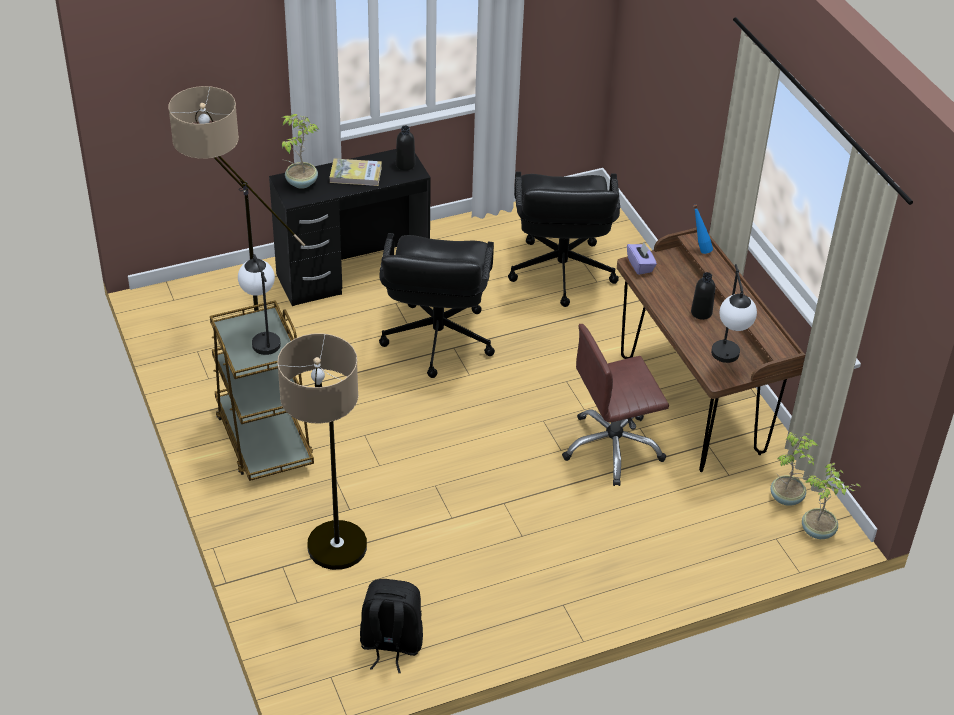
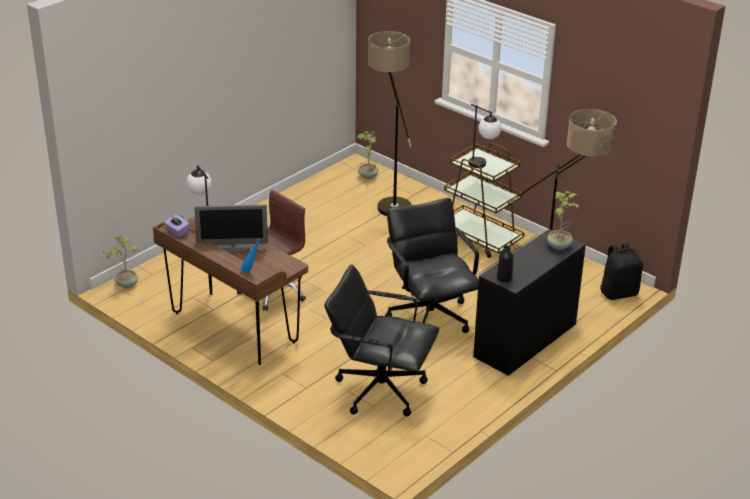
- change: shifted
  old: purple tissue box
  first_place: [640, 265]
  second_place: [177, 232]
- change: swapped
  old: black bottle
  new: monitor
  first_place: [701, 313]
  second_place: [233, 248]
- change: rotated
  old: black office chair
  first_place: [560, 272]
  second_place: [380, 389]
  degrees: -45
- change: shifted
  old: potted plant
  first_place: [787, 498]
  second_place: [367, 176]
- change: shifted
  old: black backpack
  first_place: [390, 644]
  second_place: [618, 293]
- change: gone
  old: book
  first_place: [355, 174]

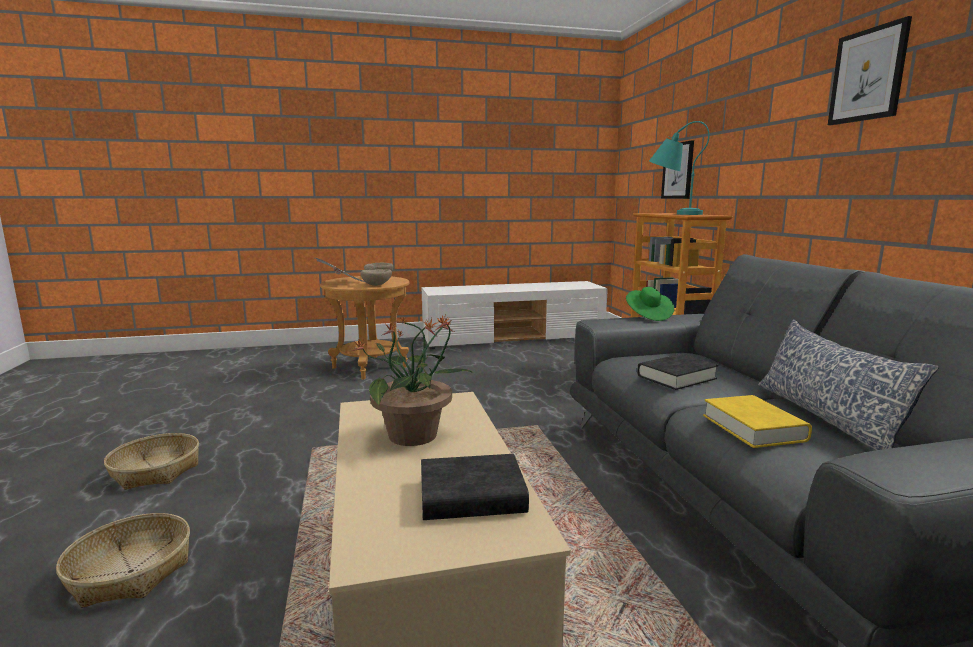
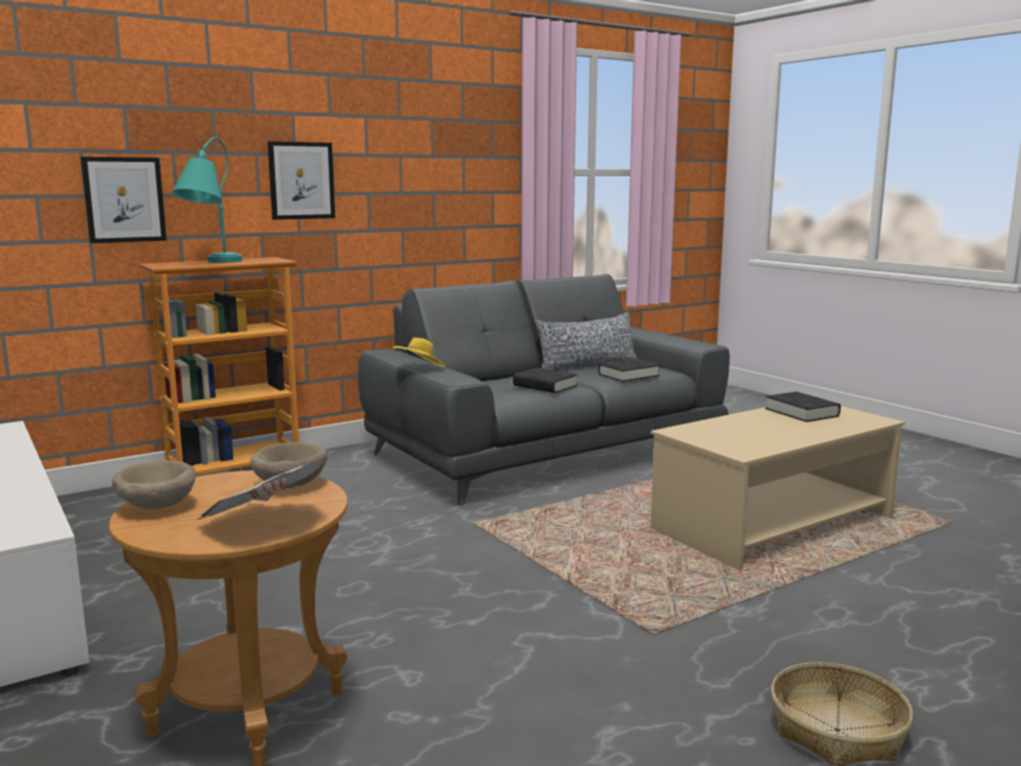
- change: shifted
  old: picture
  first_place: [868, 75]
  second_place: [301, 180]
- change: repainted
  old: green hat
  new: yellow hat
  first_place: [648, 316]
  second_place: [420, 368]
- change: repainted
  old: yellow book
  new: black book
  first_place: [753, 428]
  second_place: [628, 375]
- change: gone
  old: basket
  first_place: [130, 571]
- change: gone
  old: potted plant
  first_place: [414, 435]

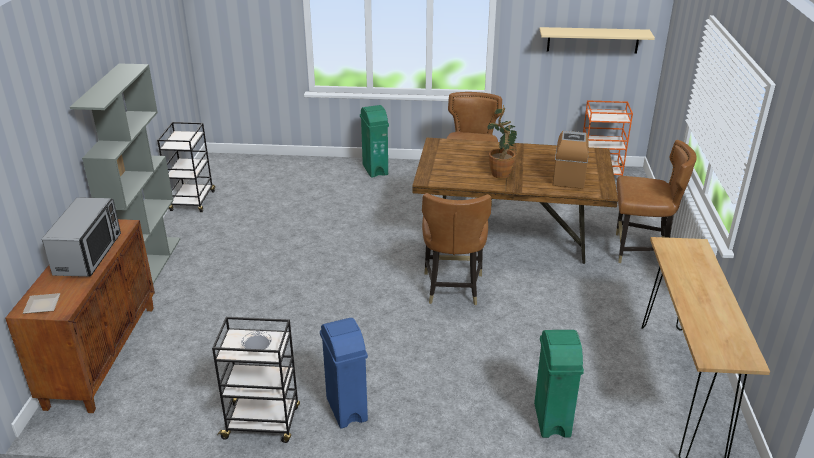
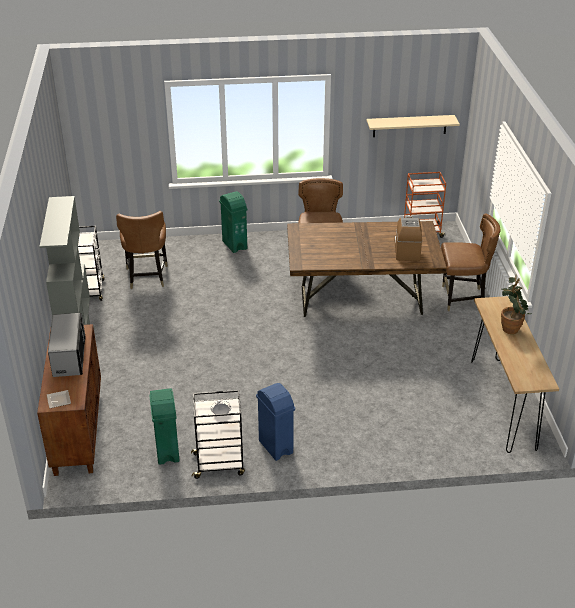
- change: shifted
  old: brown chair
  first_place: [452, 288]
  second_place: [146, 277]
- change: shifted
  old: green trash can
  first_place: [552, 420]
  second_place: [167, 452]
- change: shifted
  old: potted plant
  first_place: [502, 172]
  second_place: [511, 327]

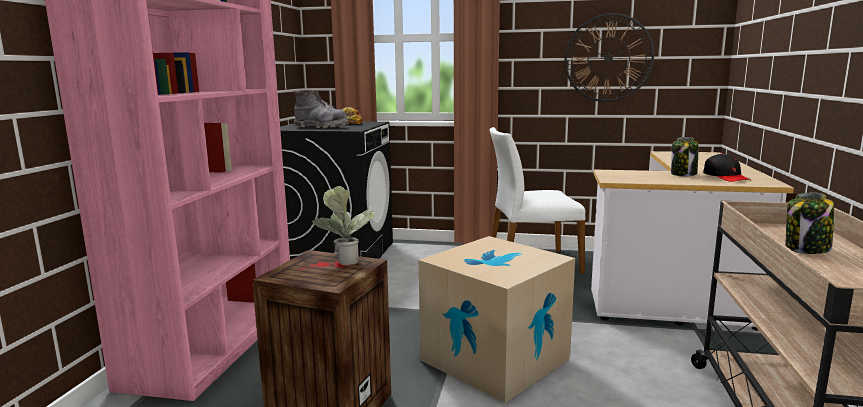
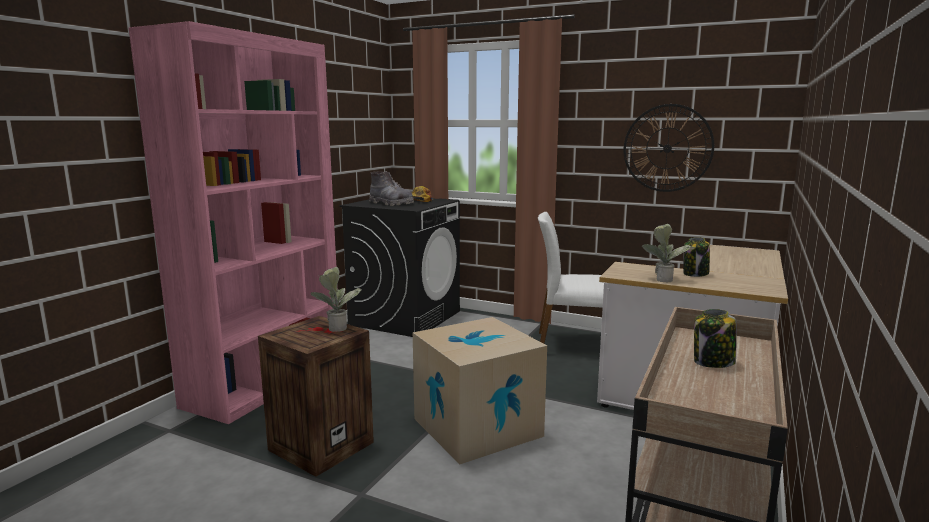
- change: new
  new: potted plant
  second_place: [662, 279]
- change: gone
  old: black cap
  first_place: [726, 177]

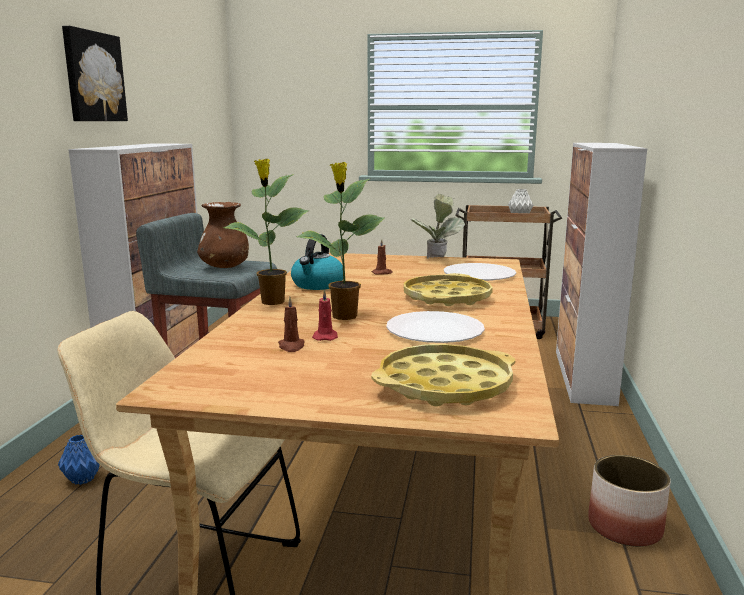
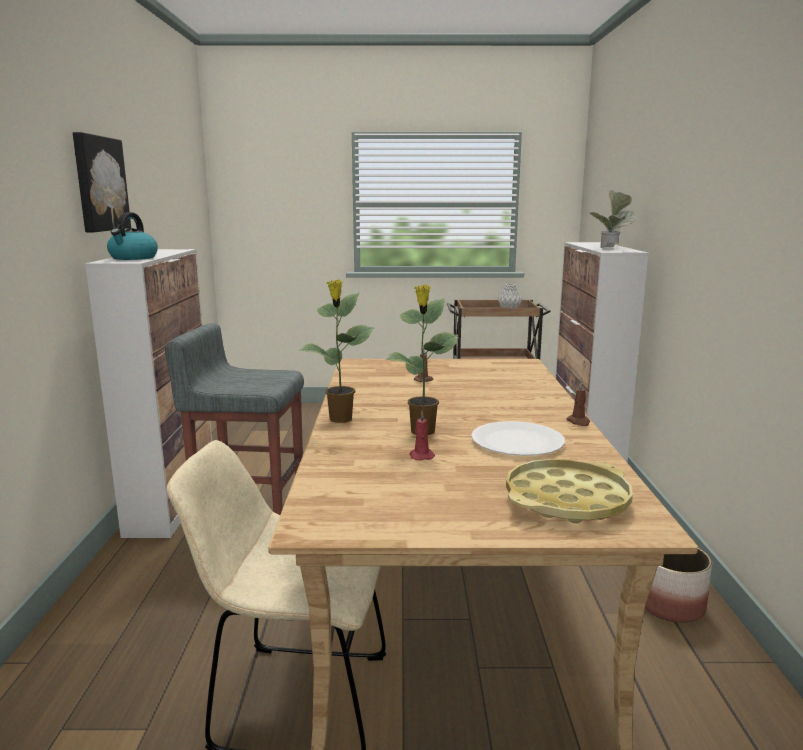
- change: shifted
  old: kettle
  first_place: [317, 285]
  second_place: [133, 258]
- change: shifted
  old: brown candle
  first_place: [291, 347]
  second_place: [578, 422]
- change: shifted
  old: potted plant
  first_place: [437, 260]
  second_place: [611, 248]
- change: gone
  old: blue vase
  first_place: [82, 479]
- change: gone
  old: brown vase
  first_place: [225, 267]
- change: gone
  old: yellow tray
  first_place: [446, 298]
- change: gone
  old: white plate
  first_place: [479, 274]

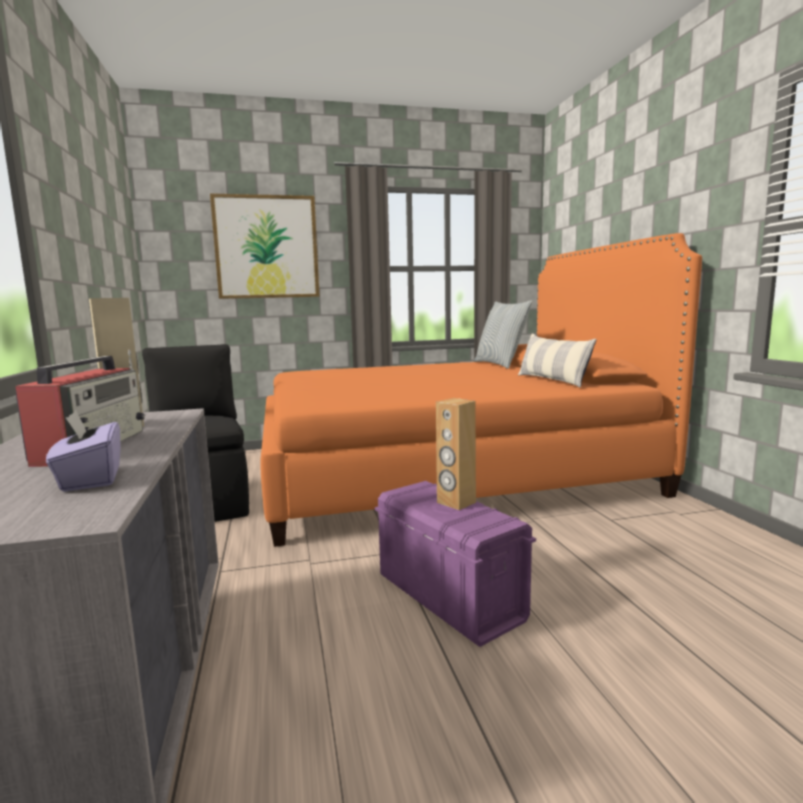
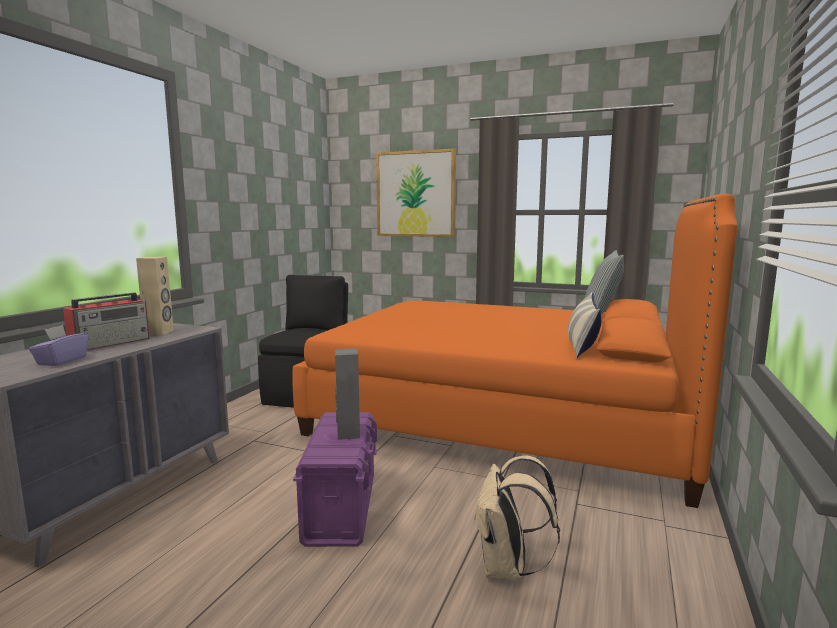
- change: repainted
  old: brown speaker
  new: grey speaker
  first_place: [456, 503]
  second_place: [348, 434]
- change: new
  new: beige backpack
  second_place: [508, 568]

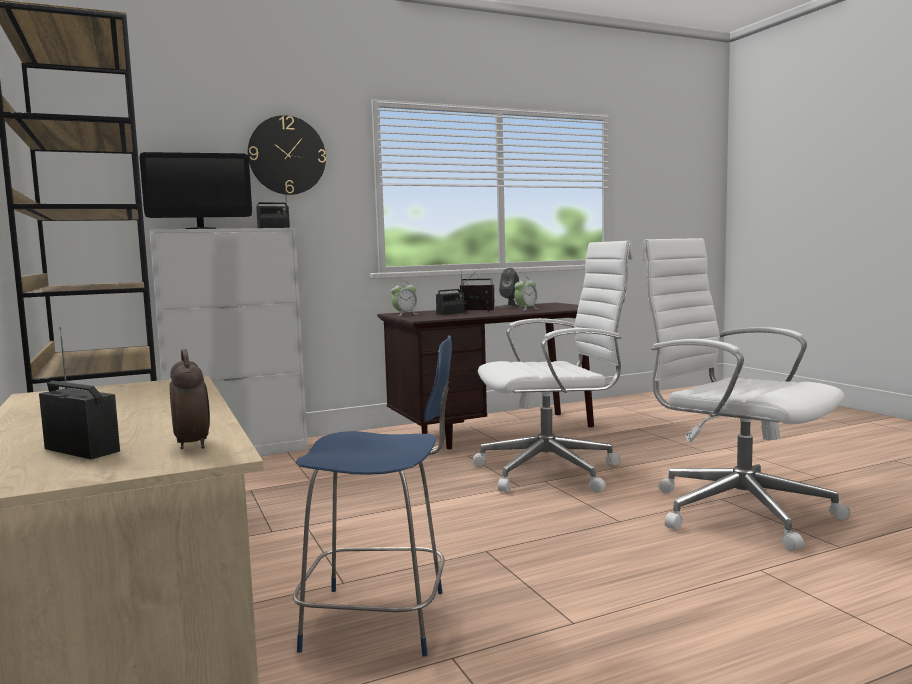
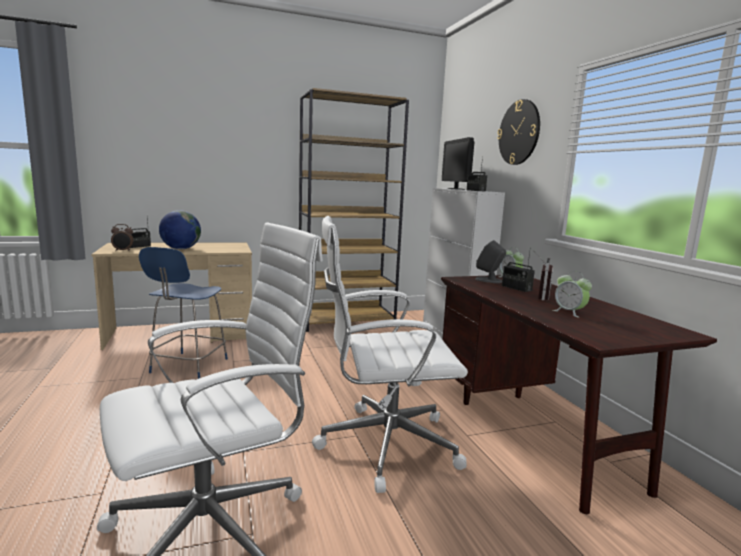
- change: new
  new: globe
  second_place: [180, 249]
- change: rotated
  old: white office chair
  first_place: [553, 471]
  second_place: [383, 444]
  degrees: 90
- change: shifted
  old: grey speaker
  first_place: [510, 306]
  second_place: [488, 280]

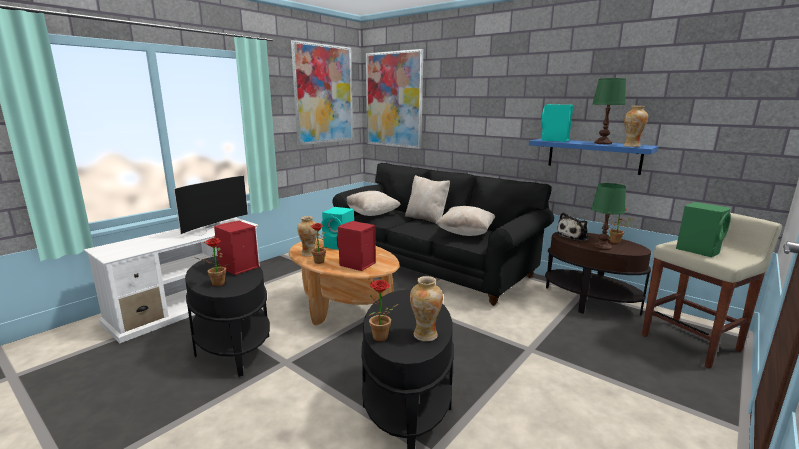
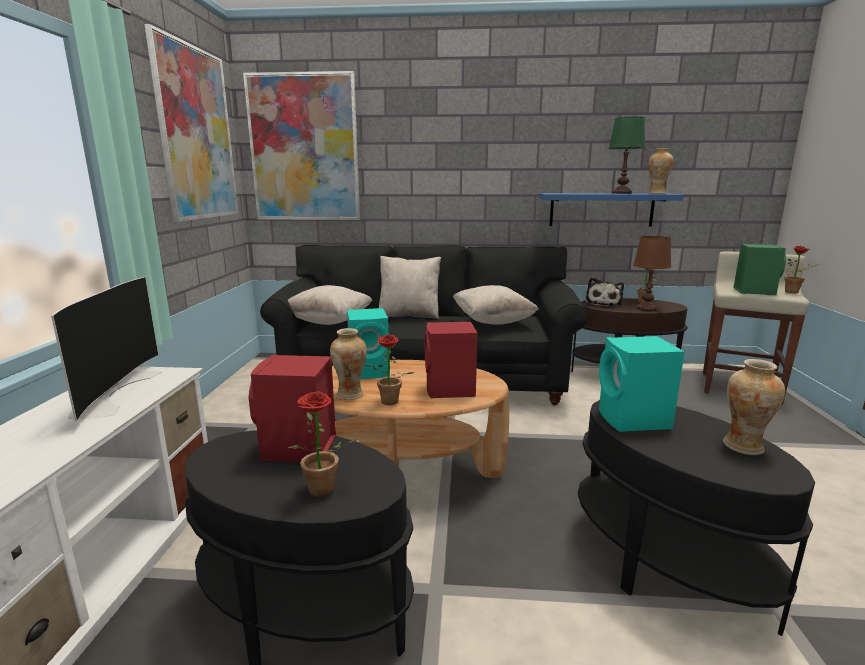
- change: shifted
  old: turquoise speaker
  first_place: [554, 140]
  second_place: [634, 421]
- change: repainted
  old: green table lamp
  new: brown table lamp
  first_place: [602, 247]
  second_place: [646, 309]
- change: shifted
  old: potted plant
  first_place: [381, 339]
  second_place: [794, 292]

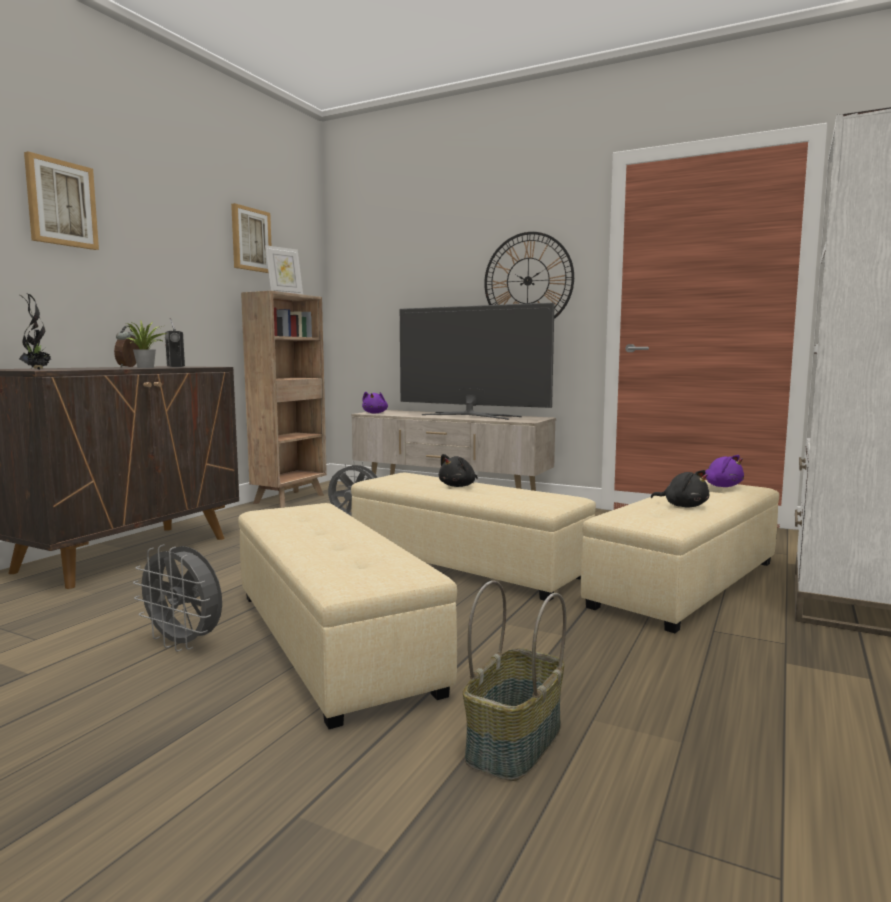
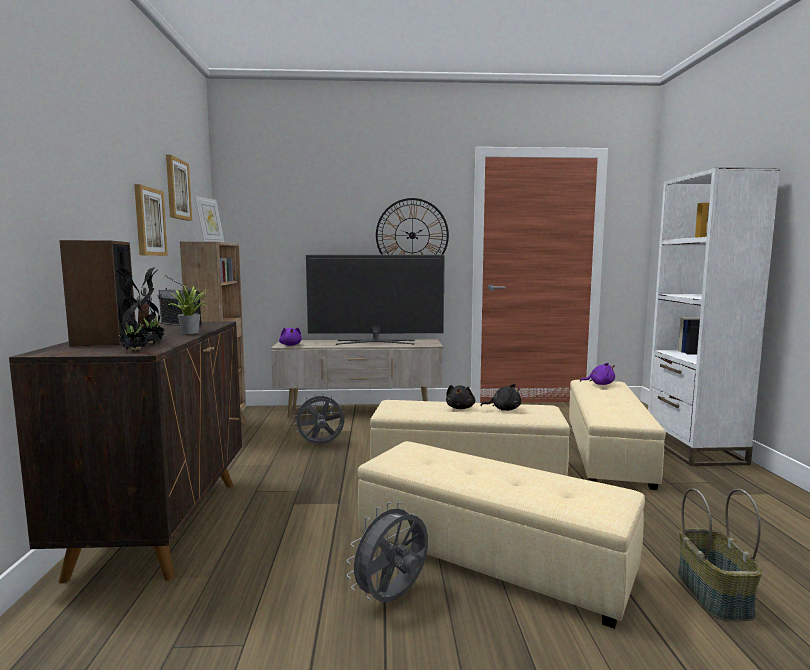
- change: new
  new: speaker
  second_place: [104, 341]
- change: shifted
  old: picture
  first_place: [61, 203]
  second_place: [149, 222]
- change: new
  new: potted plant
  second_place: [153, 344]
- change: rotated
  old: grey fan
  first_place: [184, 644]
  second_place: [392, 599]
  degrees: 135
- change: shifted
  old: black plush toy
  first_place: [683, 506]
  second_place: [504, 409]

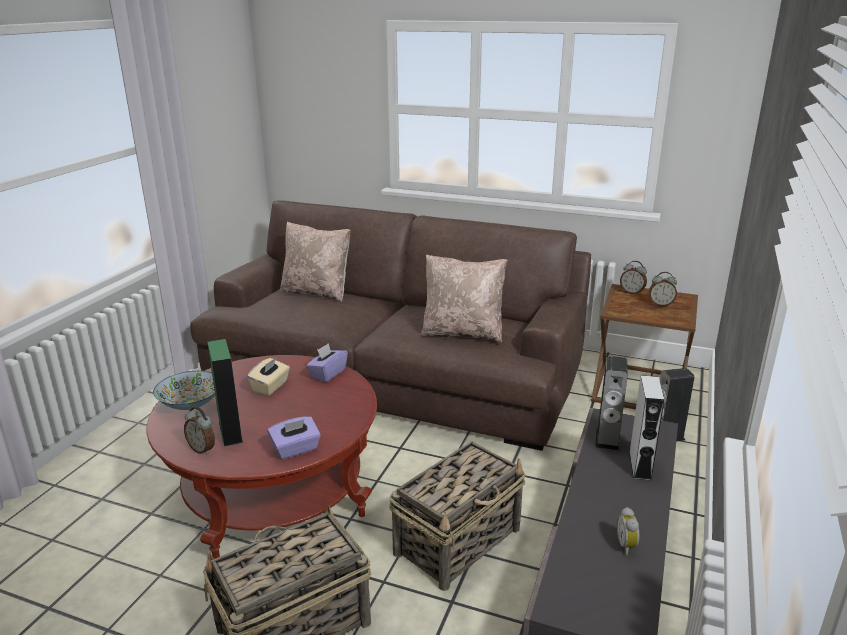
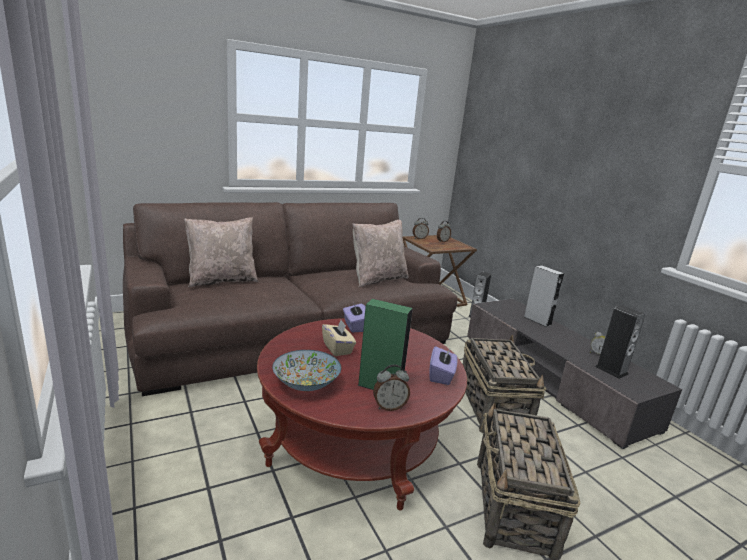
- change: shifted
  old: speaker
  first_place: [607, 439]
  second_place: [611, 370]

